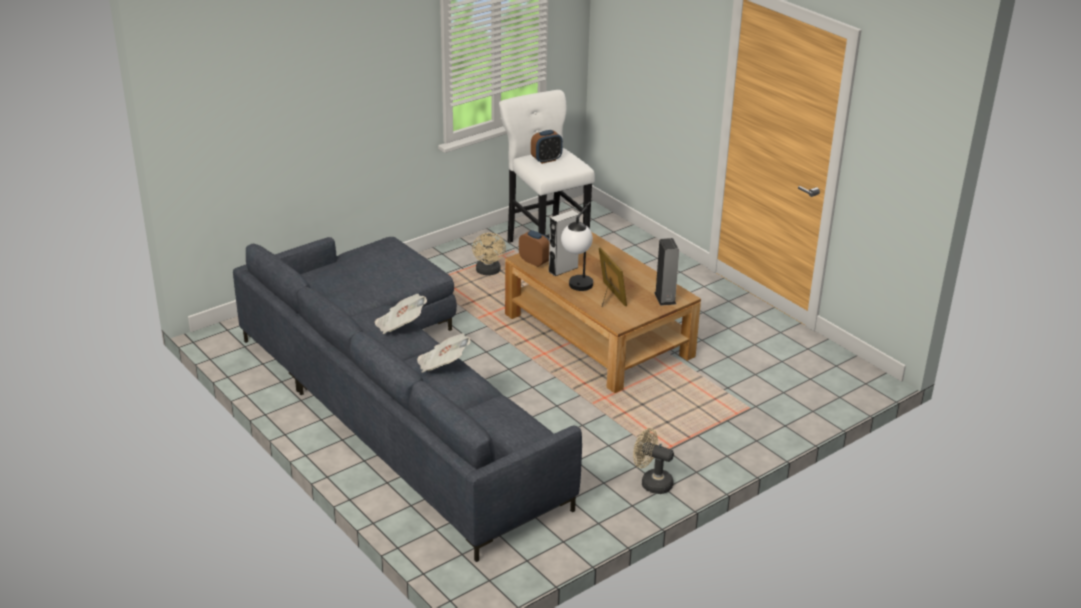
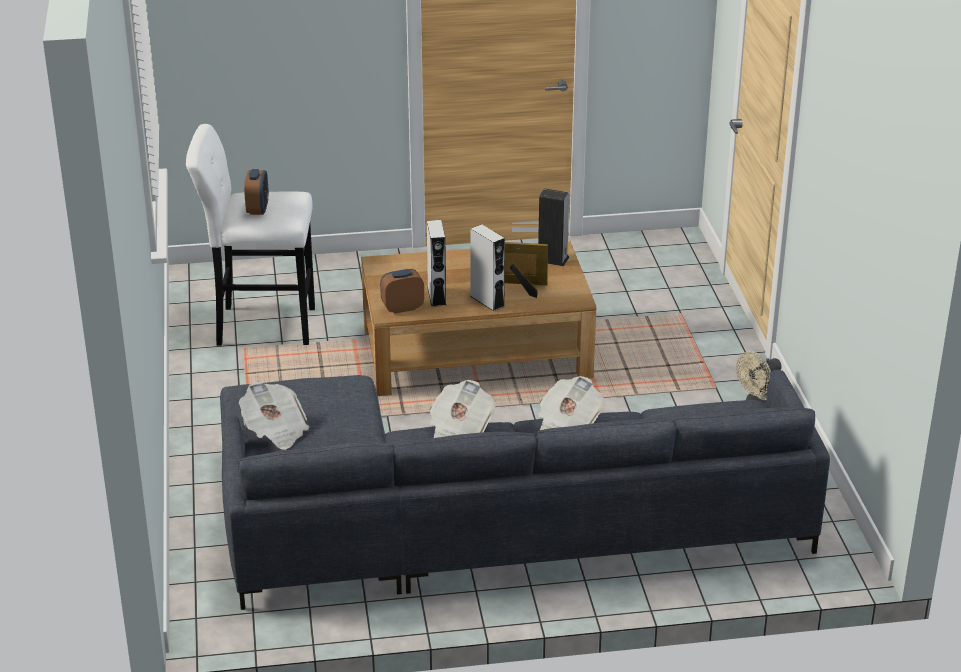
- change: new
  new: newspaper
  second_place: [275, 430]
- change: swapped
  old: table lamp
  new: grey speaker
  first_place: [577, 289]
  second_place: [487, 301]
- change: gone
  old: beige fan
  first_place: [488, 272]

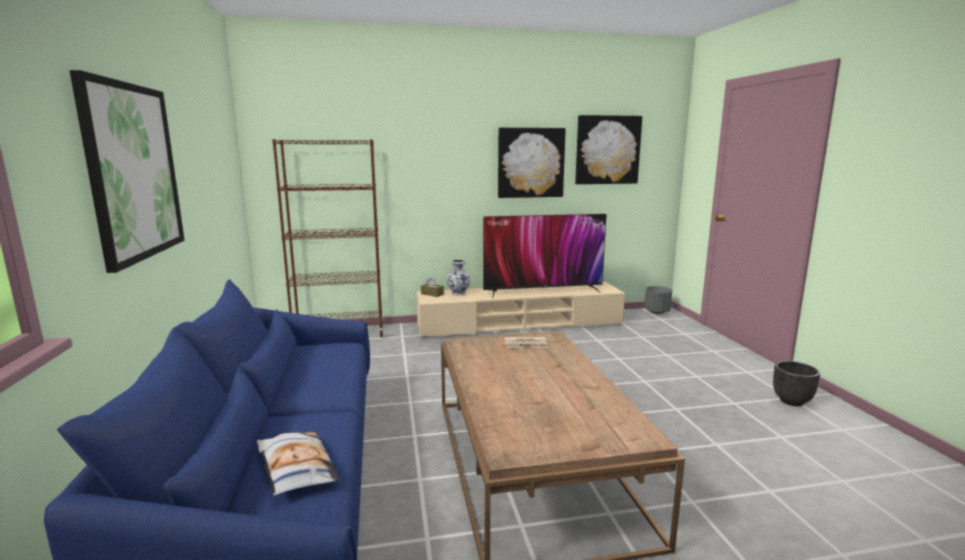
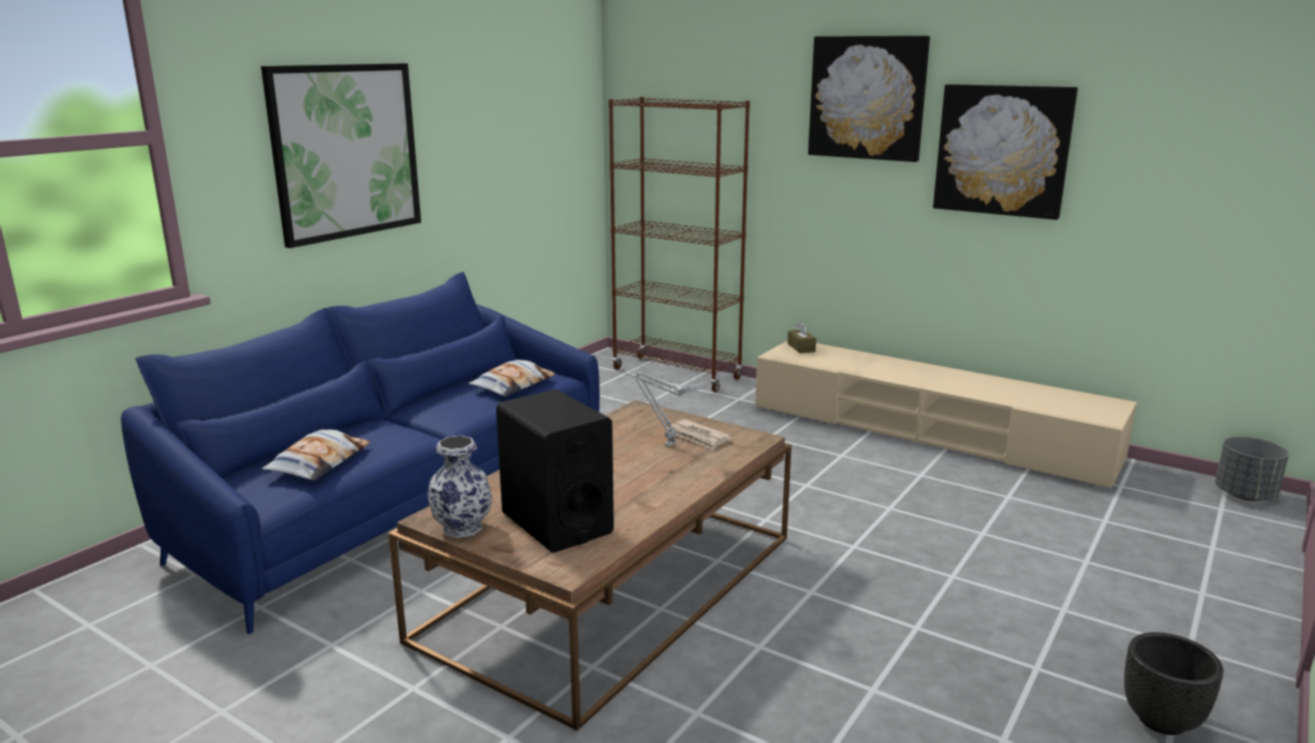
- change: shifted
  old: vase
  first_place: [458, 293]
  second_place: [463, 527]
- change: new
  new: pillow
  second_place: [513, 385]
- change: new
  new: black speaker
  second_place: [556, 523]
- change: new
  new: grey table lamp
  second_place: [667, 444]
- change: shifted
  old: picture
  first_place: [607, 150]
  second_place: [867, 98]
- change: gone
  old: television
  first_place: [543, 291]

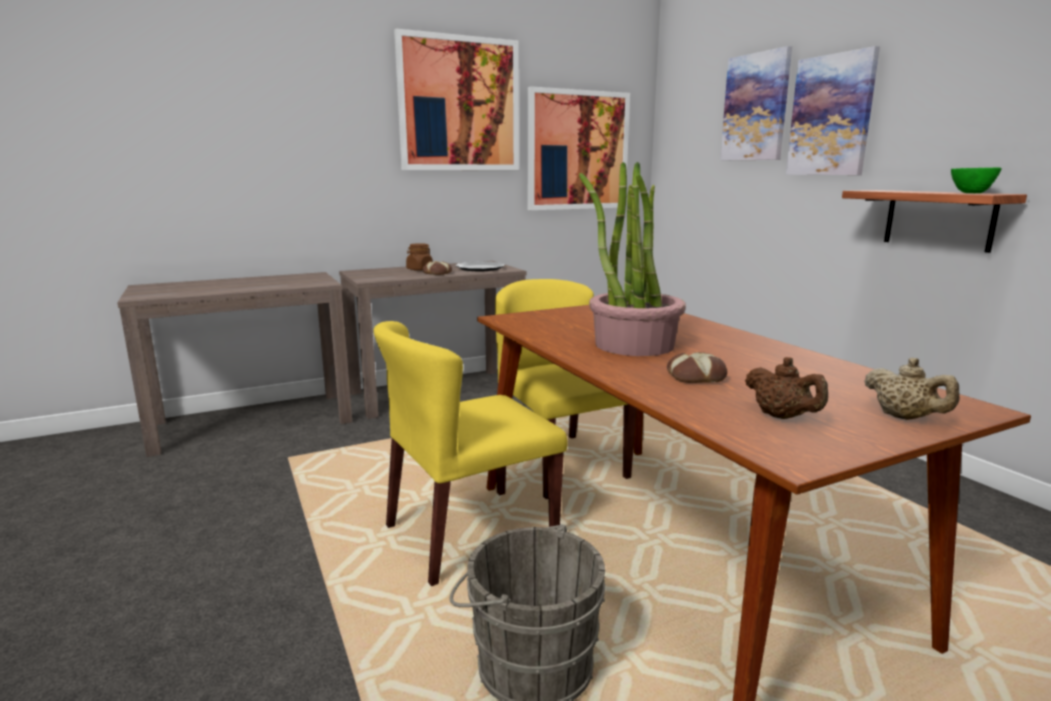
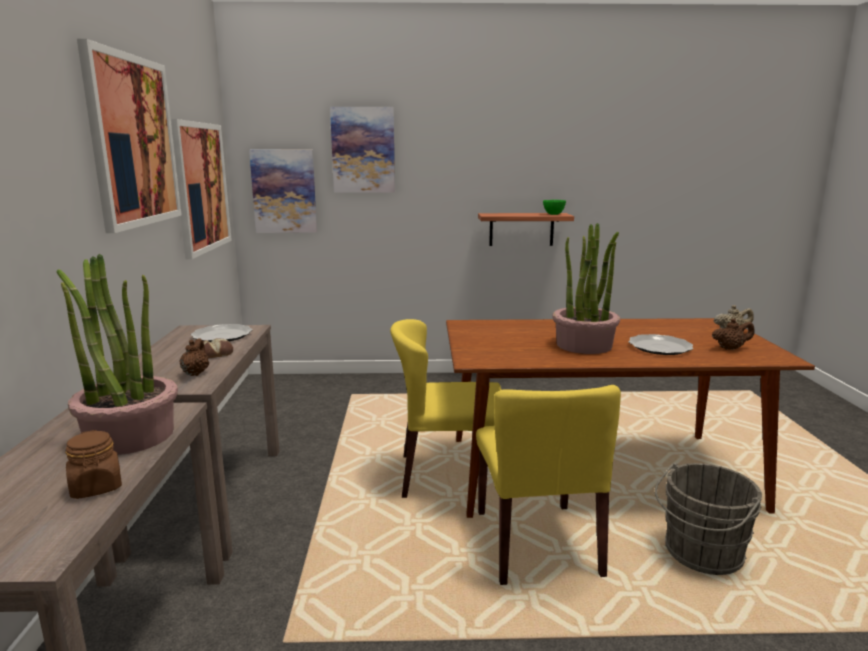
- change: new
  new: potted plant
  second_place: [129, 435]
- change: shifted
  old: brown jar
  first_place: [419, 269]
  second_place: [96, 487]
- change: new
  new: brown teapot
  second_place: [196, 373]
- change: shifted
  old: picture
  first_place: [831, 116]
  second_place: [284, 191]
- change: swapped
  old: bread
  new: plate
  first_place: [695, 376]
  second_place: [659, 347]

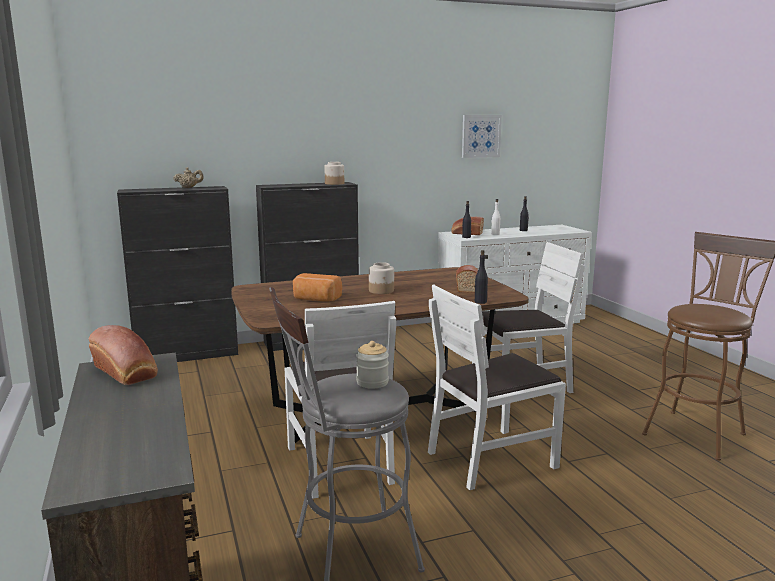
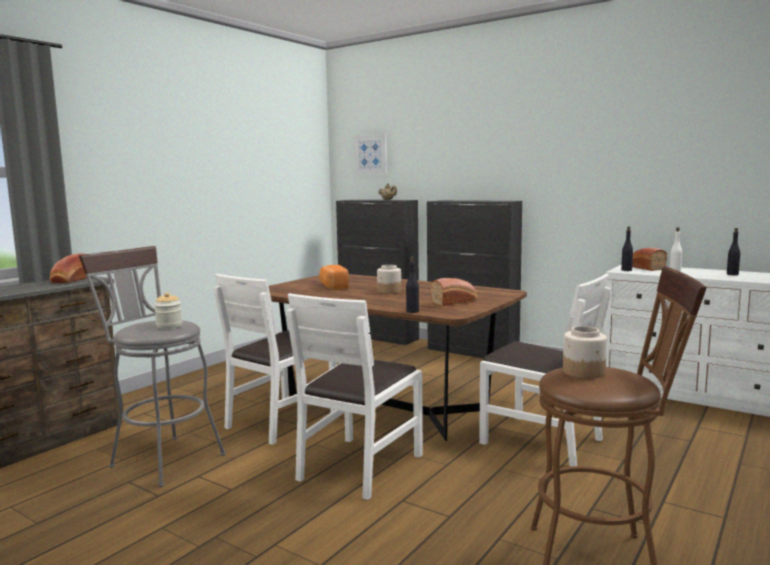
- change: rotated
  old: white chair
  first_place: [491, 458]
  second_place: [359, 466]
  degrees: -90
- change: shifted
  old: picture
  first_place: [481, 136]
  second_place: [371, 154]
- change: shifted
  old: jar
  first_place: [334, 183]
  second_place: [584, 372]

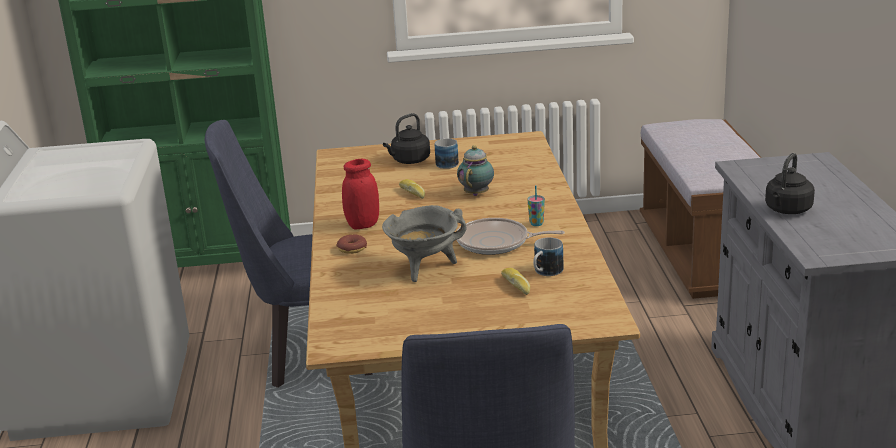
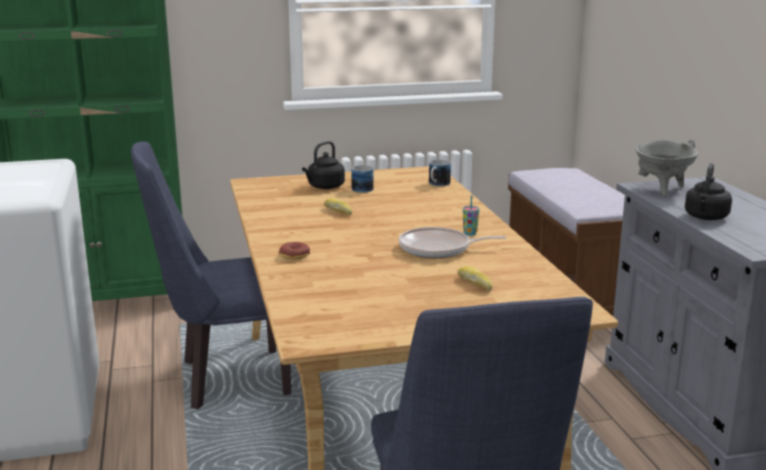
- change: shifted
  old: mug
  first_place: [545, 272]
  second_place: [437, 185]
- change: shifted
  old: grey cooking pot
  first_place: [425, 268]
  second_place: [661, 190]
- change: gone
  old: red jar
  first_place: [363, 225]
- change: gone
  old: teapot
  first_place: [477, 193]

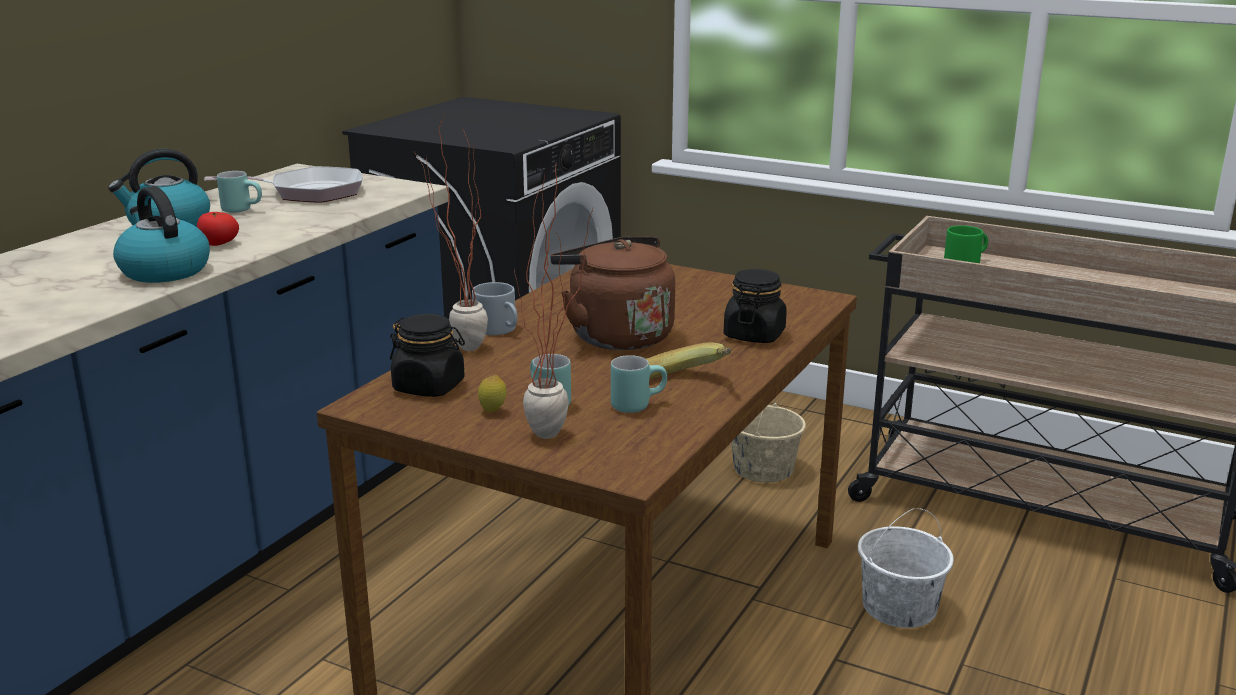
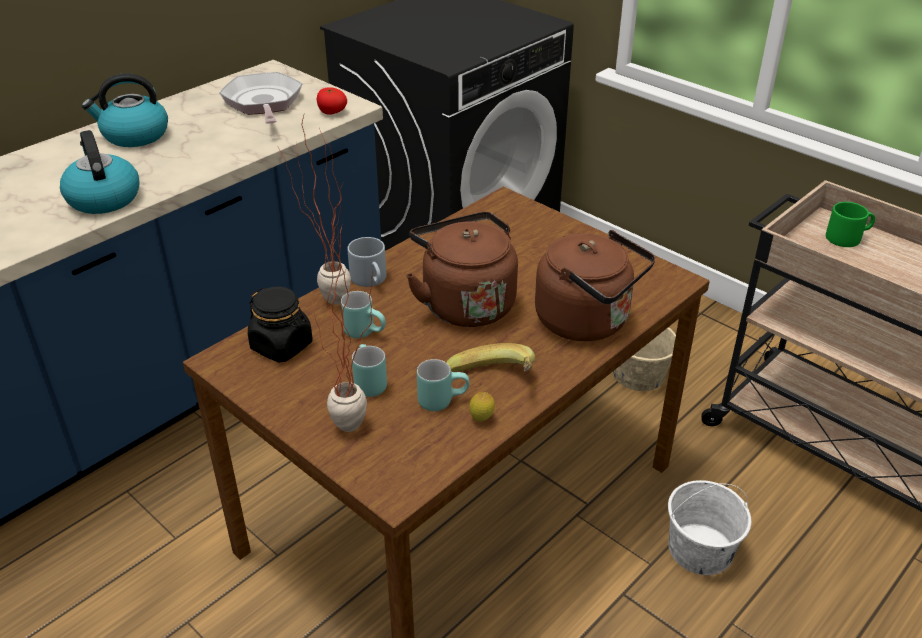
- change: rotated
  old: frying pan
  first_place: [309, 192]
  second_place: [263, 103]
  degrees: -105
- change: shifted
  old: tomato
  first_place: [218, 244]
  second_place: [332, 112]
- change: shifted
  old: turquoise mug
  first_place: [243, 209]
  second_place: [366, 331]
- change: shifted
  old: lemon
  first_place: [493, 411]
  second_place: [481, 419]
- change: swapped
  old: black jar
  new: brown kettle
  first_place: [754, 335]
  second_place: [588, 322]

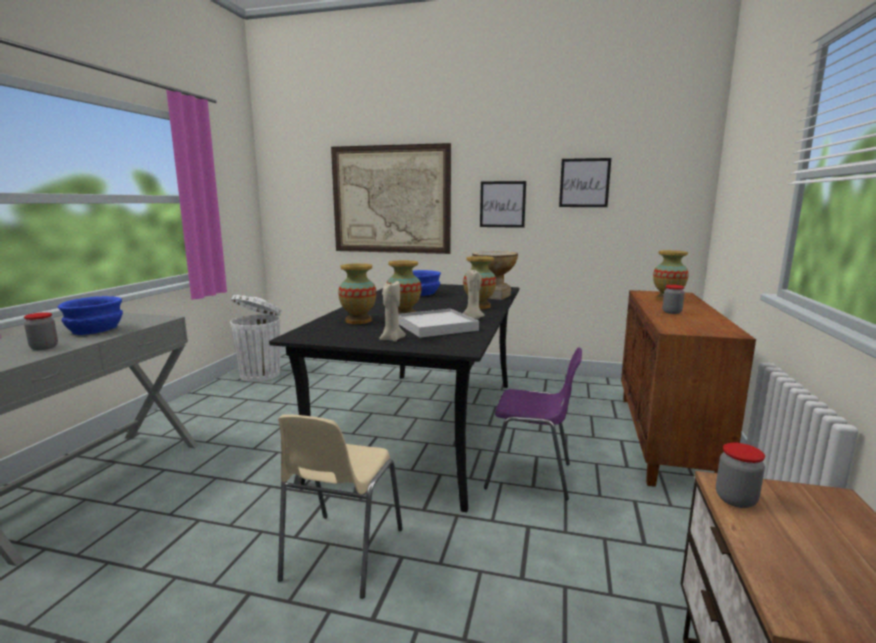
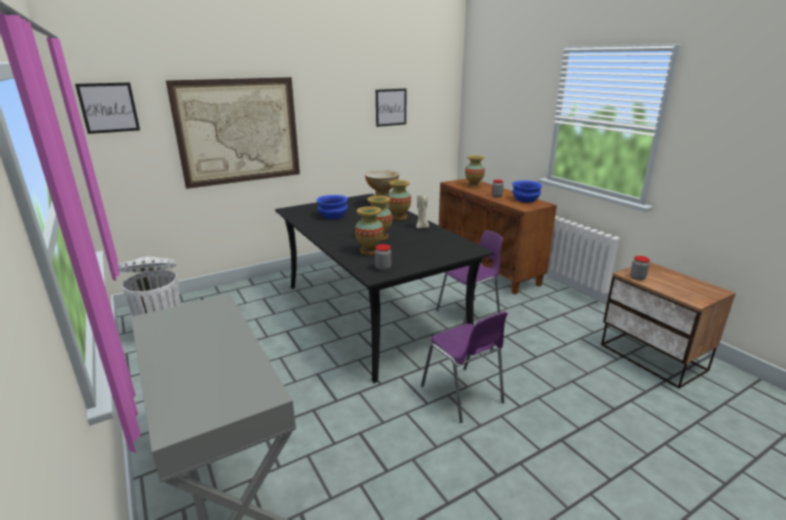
- change: shifted
  old: picture
  first_place: [502, 204]
  second_place: [109, 108]
- change: shifted
  old: jar
  first_place: [44, 347]
  second_place: [383, 268]
- change: repainted
  old: beige chair
  new: purple chair
  first_place: [340, 555]
  second_place: [463, 395]
- change: shifted
  old: blue bowl
  first_place: [95, 330]
  second_place: [525, 199]
- change: gone
  old: beige candle
  first_place: [391, 339]
- change: gone
  old: white tray
  first_place: [436, 326]

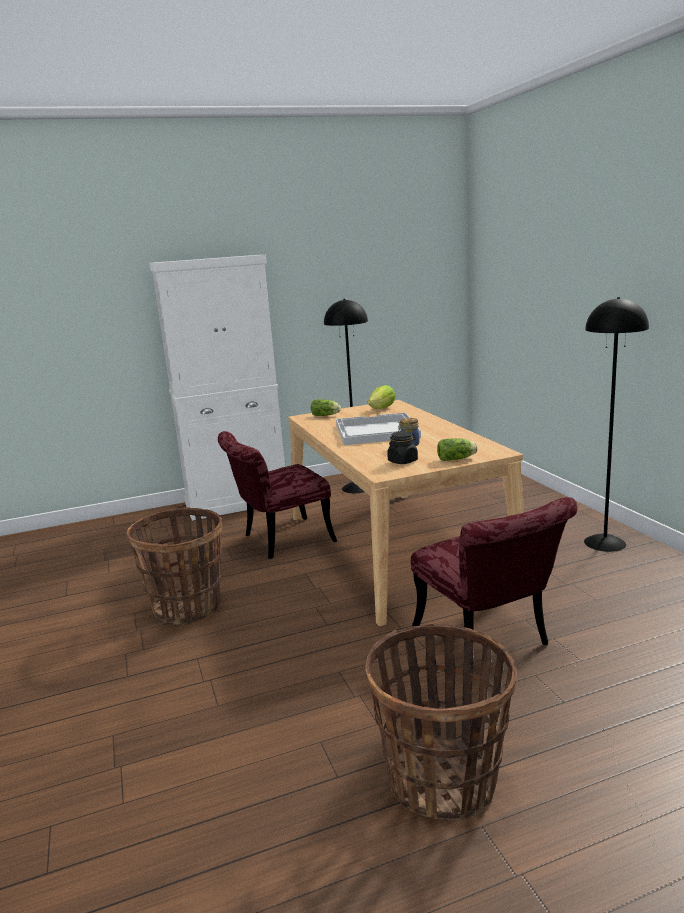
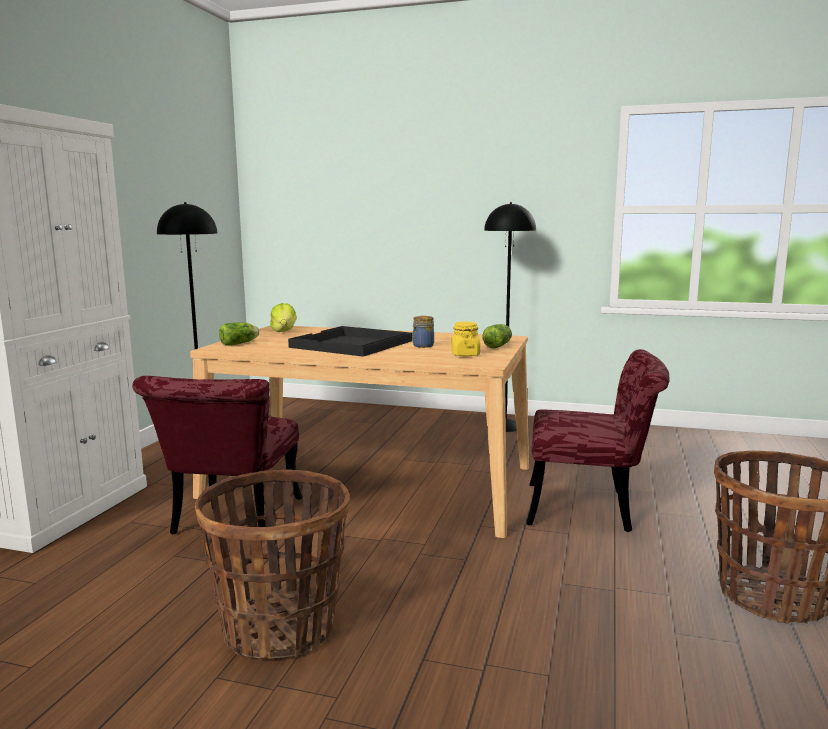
- change: repainted
  old: white tray
  new: black tray
  first_place: [376, 431]
  second_place: [352, 344]
- change: repainted
  old: black jar
  new: yellow jar
  first_place: [403, 461]
  second_place: [465, 354]

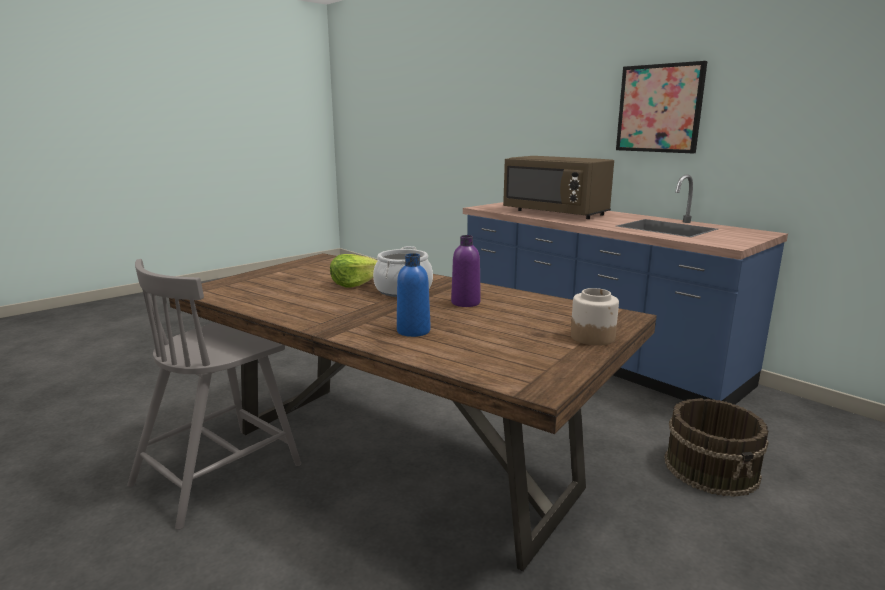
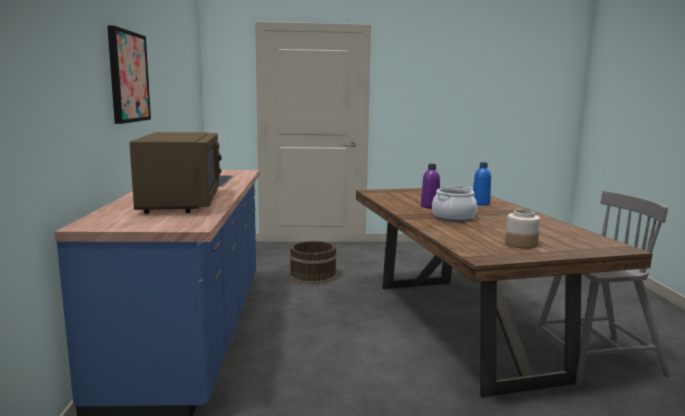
- change: shifted
  old: jar
  first_place: [592, 337]
  second_place: [520, 244]
- change: gone
  old: lettuce
  first_place: [354, 284]

